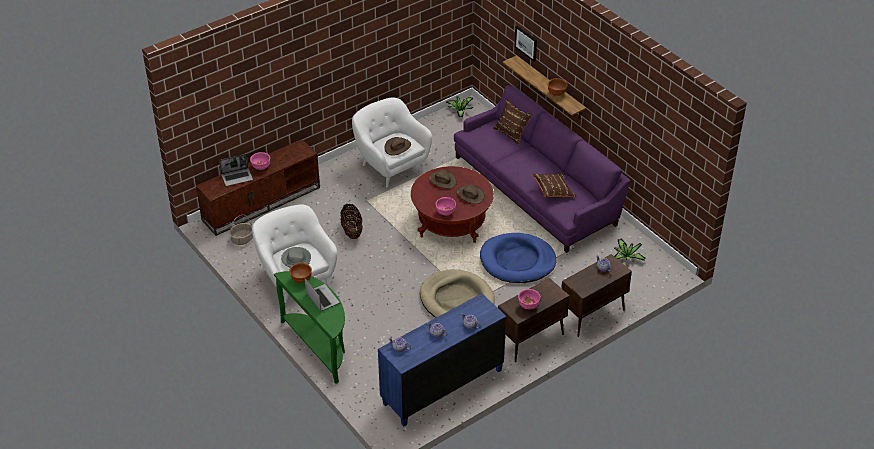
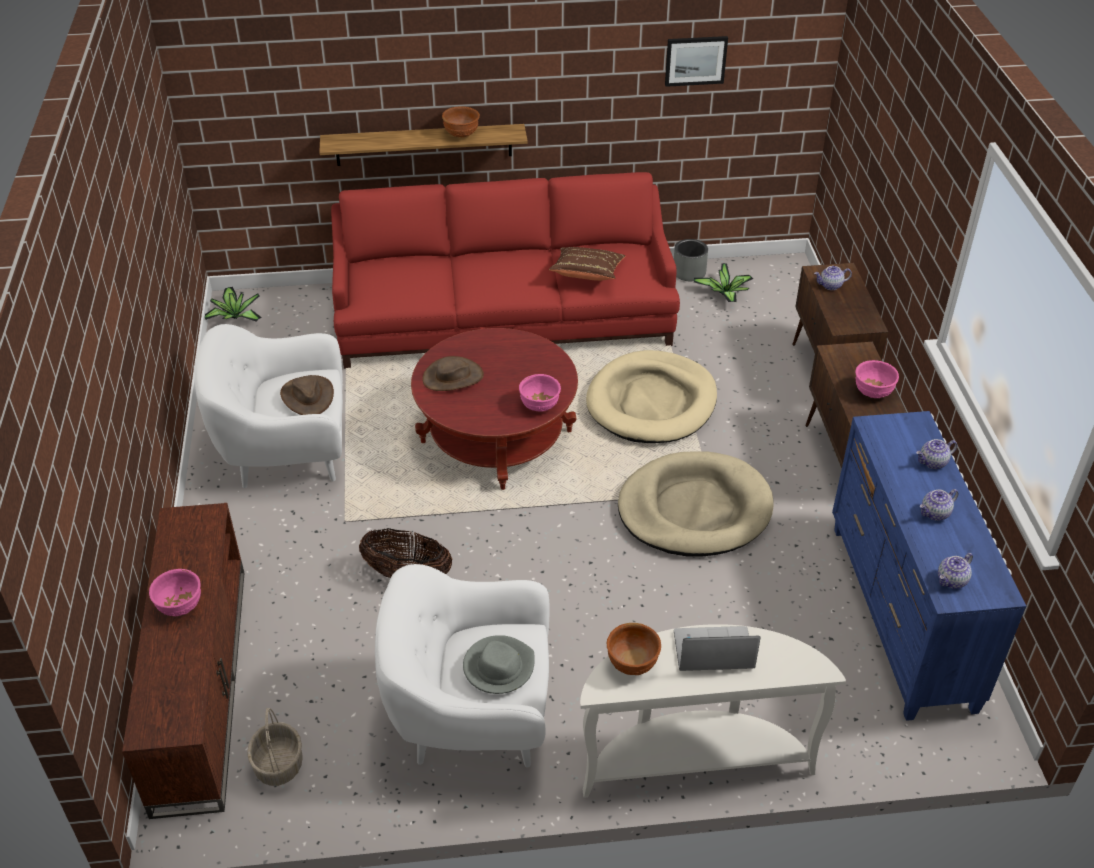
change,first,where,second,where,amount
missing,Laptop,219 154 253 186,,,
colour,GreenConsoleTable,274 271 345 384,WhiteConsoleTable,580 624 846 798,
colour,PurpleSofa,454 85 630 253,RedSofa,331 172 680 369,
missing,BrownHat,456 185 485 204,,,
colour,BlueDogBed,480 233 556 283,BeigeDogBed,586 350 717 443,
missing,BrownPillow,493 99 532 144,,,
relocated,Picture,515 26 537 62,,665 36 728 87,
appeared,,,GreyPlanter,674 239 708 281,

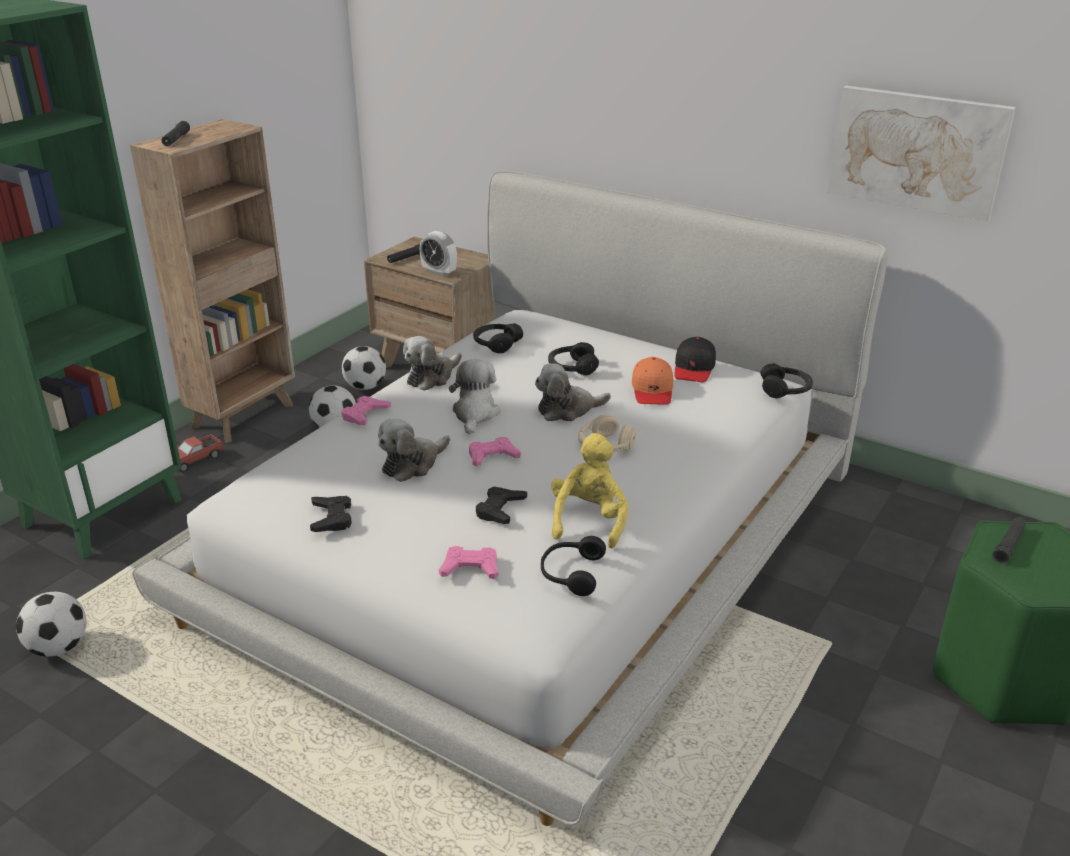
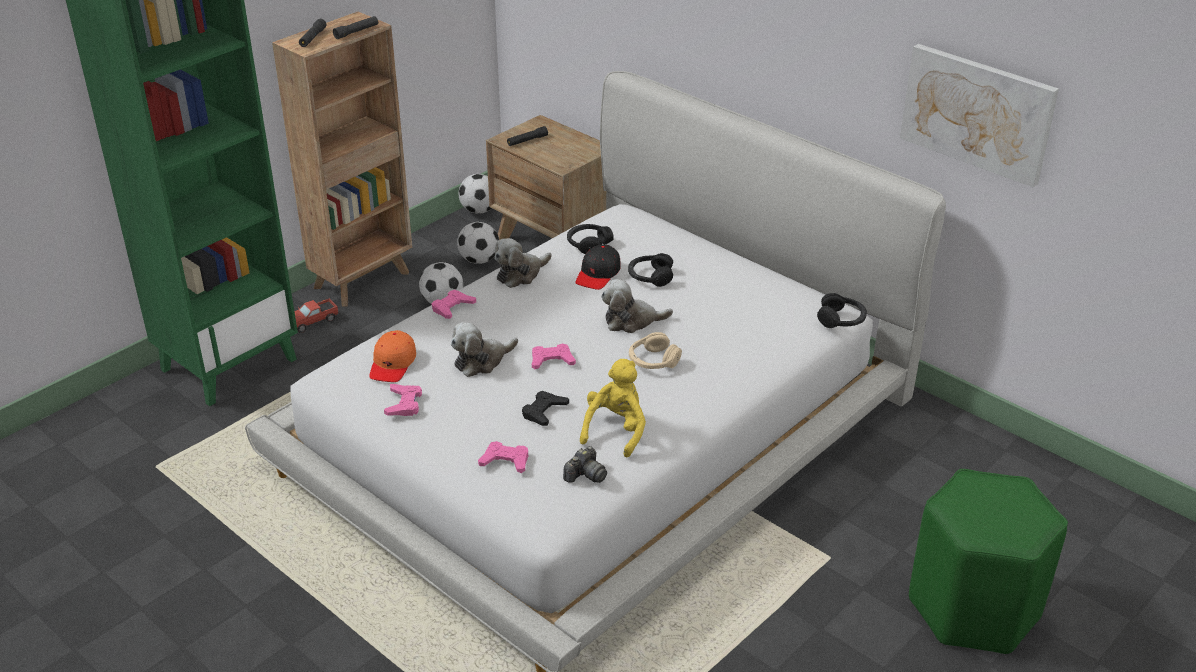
change,first,where,second,where,amount
relocated,Football,16 592 87 657,,459 174 492 214,
colour,BlackGameController,310 496 352 532,PinkGameController,384 384 422 416,
missing,AlarmClock,420 231 457 276,,,
missing,PlushToy,449 359 500 434,,,
exchanged,BlackHeadphones,541 536 606 596,PhotoCamera,563 446 607 483,
relocated,OrangeCap,632 357 673 405,,369 330 416 382,
relocated,BlackCap,675 337 716 382,,575 244 621 290,
relocated,BlackFlashlight,992 517 1026 564,,333 16 378 39,

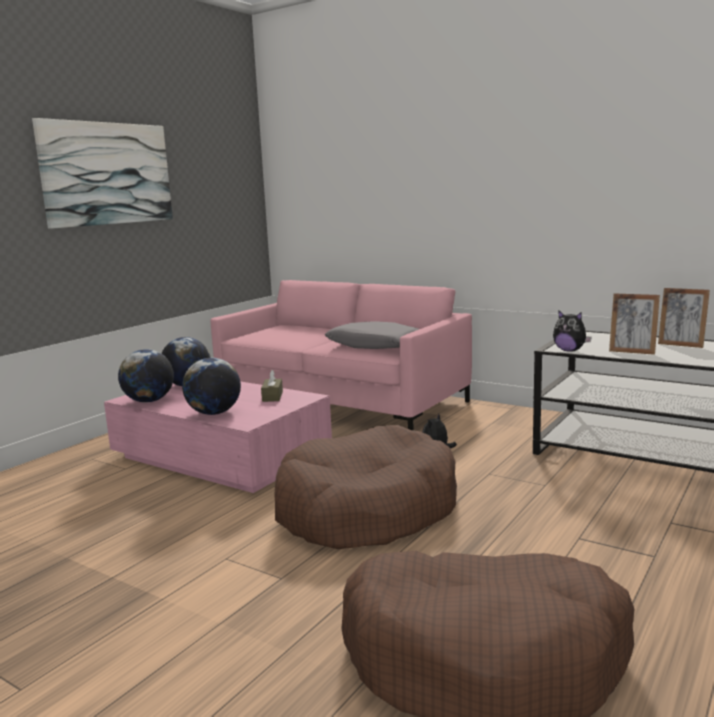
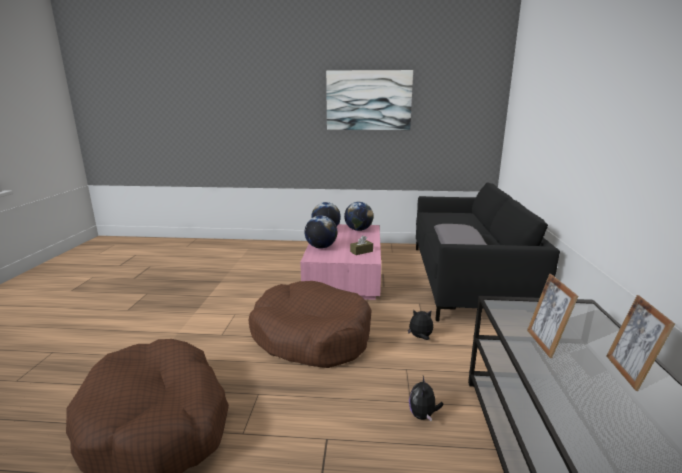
change,first,where,second,where,amount
colour,PinkSofa,210 280 472 430,BlackSofa,416 183 560 321,
relocated,PlushToy,553 310 592 352,,409 376 444 422,

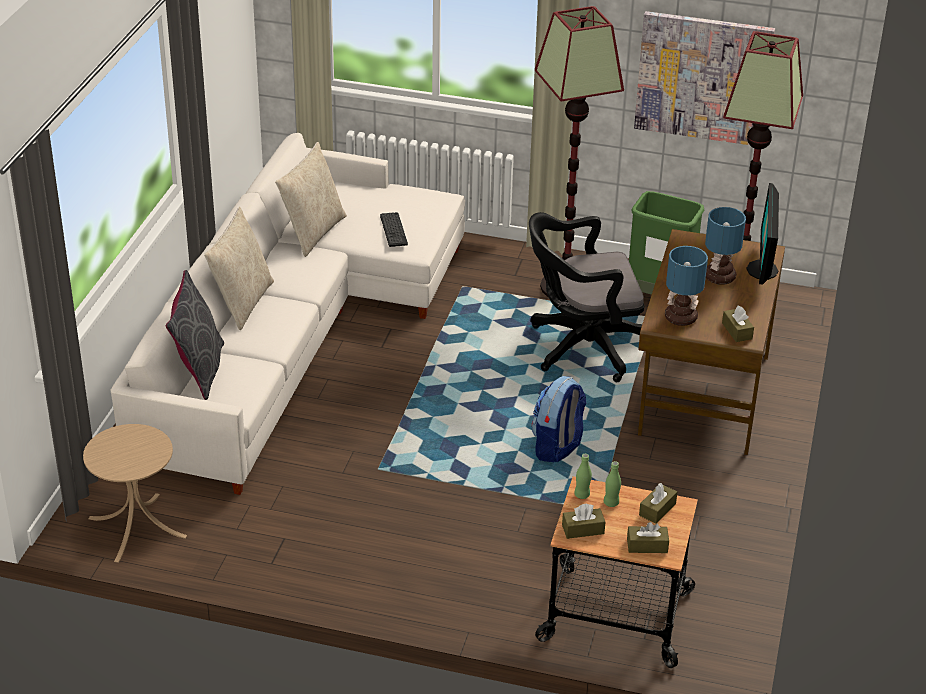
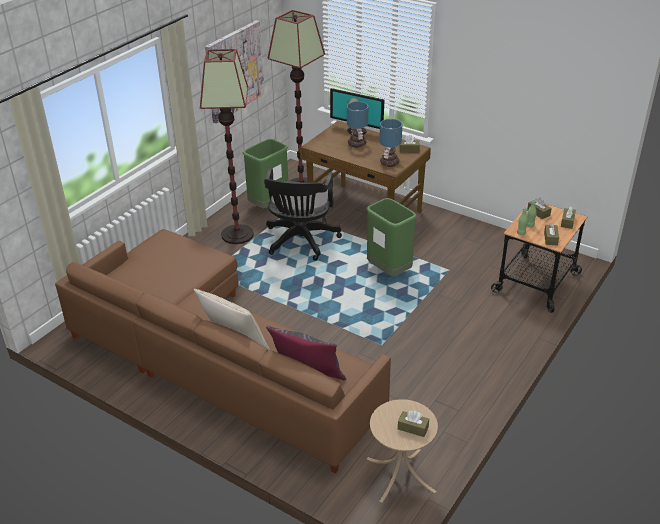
change,first,where,second,where,amount
colour,WhiteSofa,110 133 465 495,BrownSofa,55 229 391 474,
missing,BeigePillow,275 142 347 257,,,
missing,Keyboard,380 212 408 247,,,
exchanged,Backpack,532 376 587 462,GreenTrashCan,367 198 417 276,
appeared,,,BrownTissueBox,398 410 429 437,

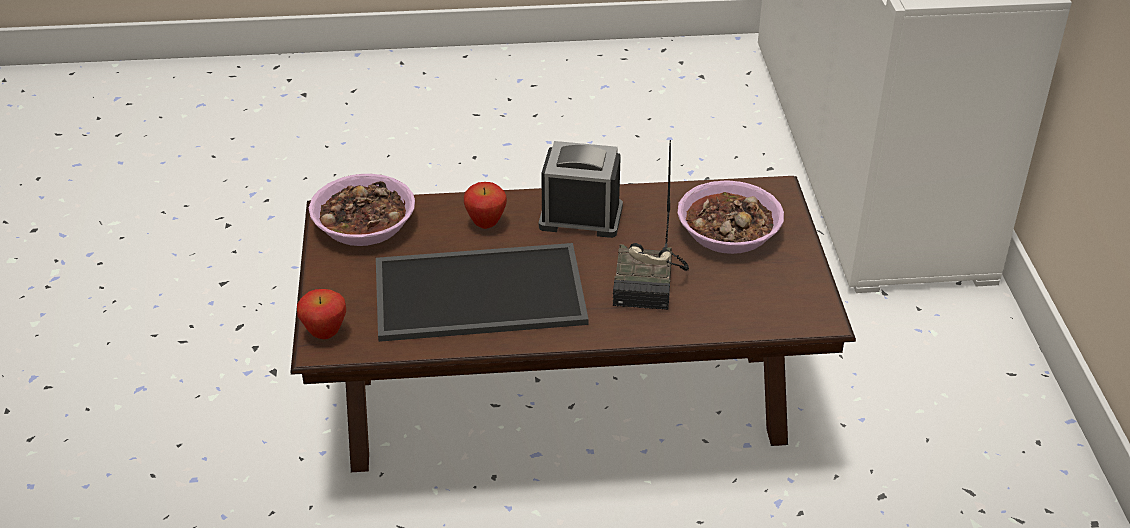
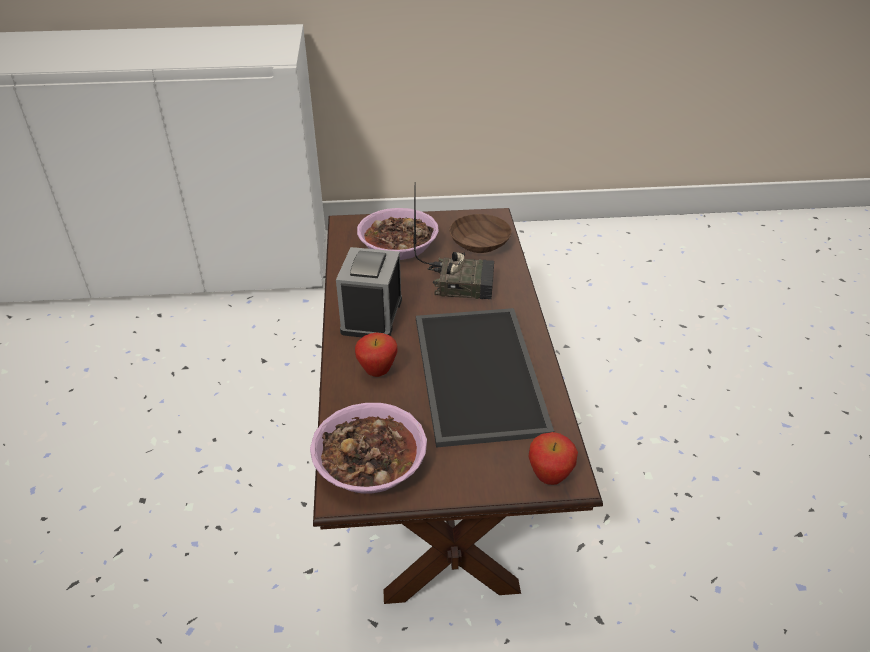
change,first,where,second,where,amount
appeared,,,BrownBowl,449 214 512 253,

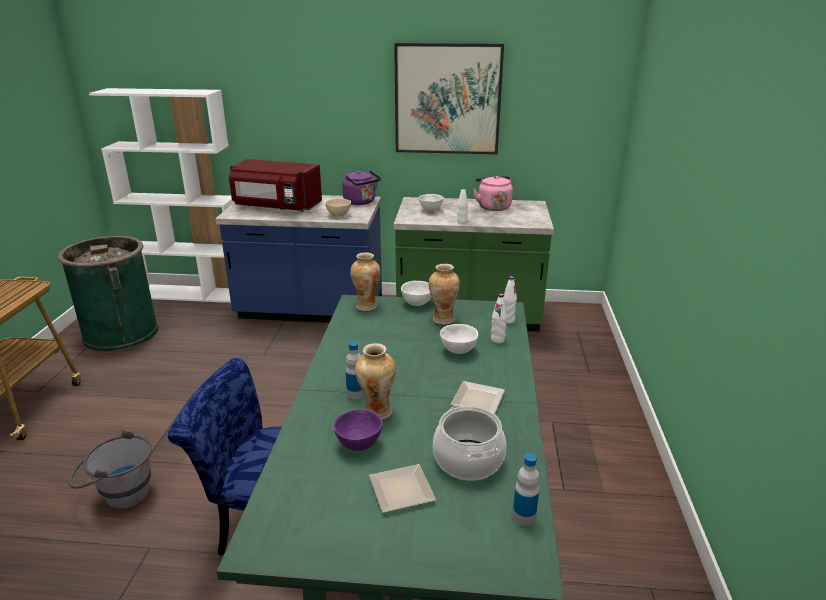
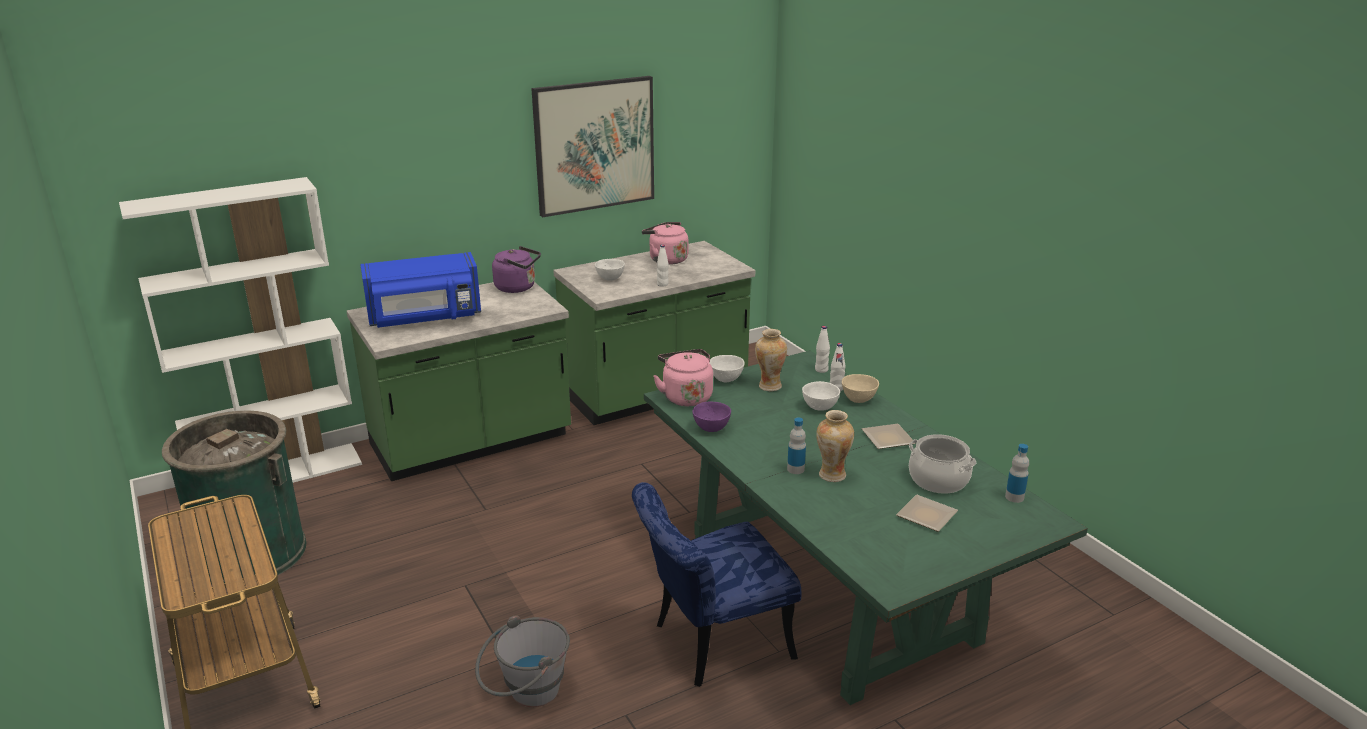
change,first,where,second,where,amount
colour,BlueCounter,215 195 382 323,GreenCounter,347 282 571 481,
colour,RedMicrowave,229 159 322 212,BlueMicrowave,360 252 481 328,
relocated,BeigeBowl,325 198 351 217,,842 374 879 403,
relocated,PurpleBowl,334 409 382 451,,692 401 731 432,
exchanged,Vase,350 252 380 311,PinkKettle,653 349 713 406,

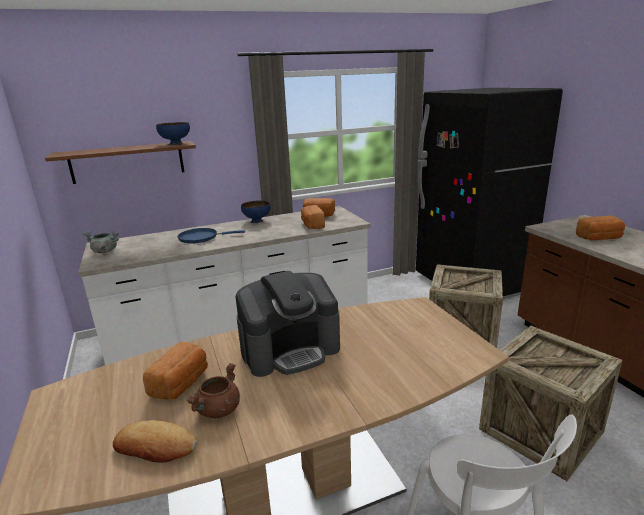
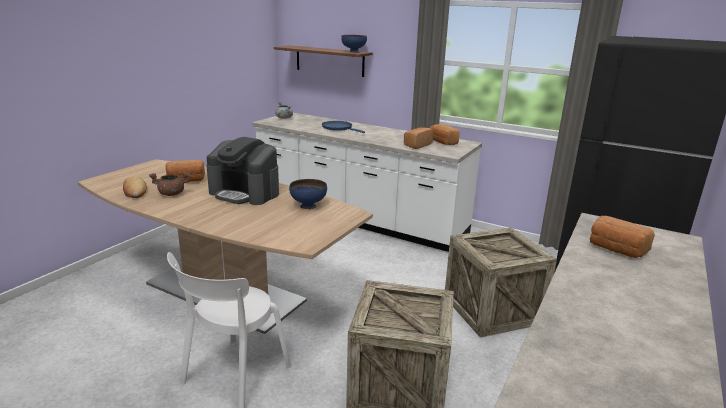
change,first,where,second,where,amount
relocated,BlueBowl,241 200 271 223,,289 179 327 209,

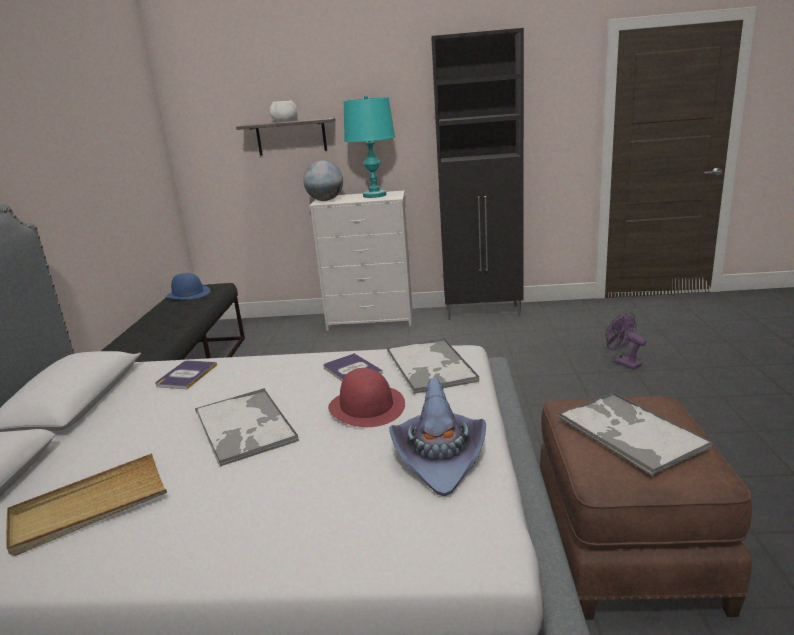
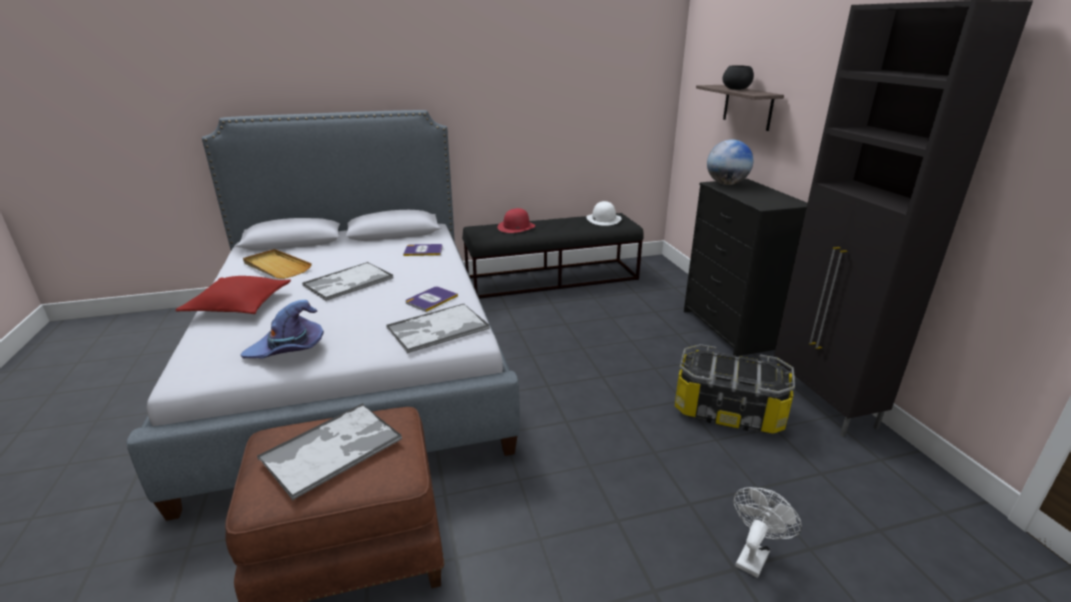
change,first,where,second,where,amount
colour,BlueHat,166 273 211 299,WhiteHat,586 201 622 226,
colour,WhiteBowl,269 101 297 122,BlackBowl,722 65 754 90,
colour,WhiteDresser,309 190 412 331,BlackDresser,684 179 807 356,
relocated,RedHat,328 368 405 427,,498 208 535 233,
missing,TurquoiseTableLamp,344 95 395 198,,,
colour,PurpleFan,606 312 646 370,WhiteFan,733 487 802 578,
appeared,,,RedPillow,176 276 291 314,
appeared,,,StorageBox,675 344 795 434,

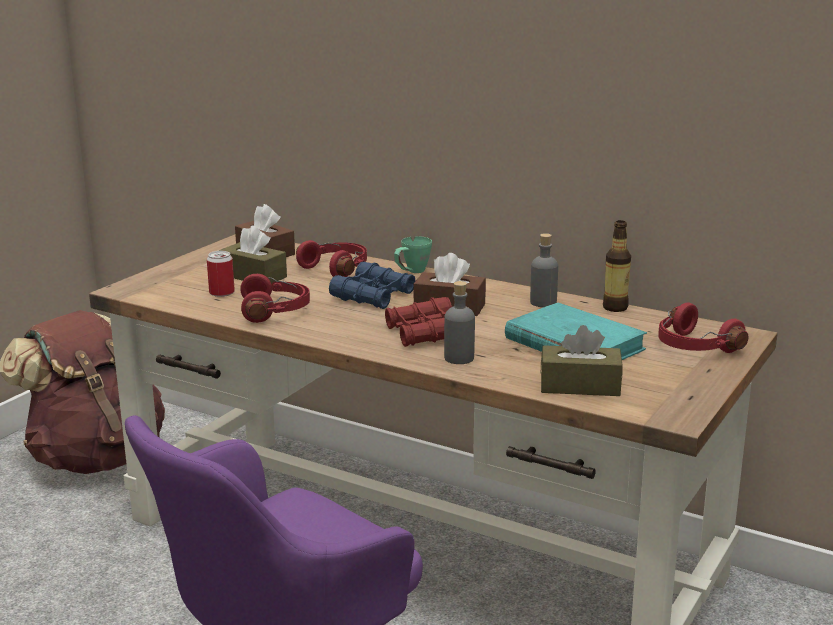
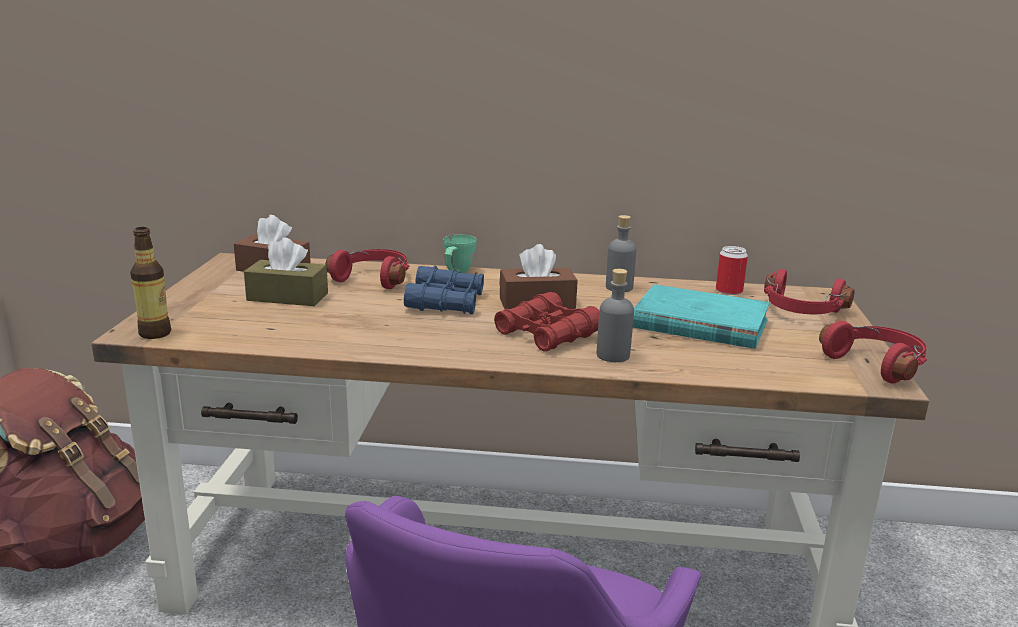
change,first,where,second,where,amount
relocated,Can,207 251 235 297,,716 246 748 295,
relocated,RedHeadphones,240 274 310 323,,819 321 927 384,
missing,BrownTissueBox,541 325 623 396,,,
relocated,Bottle,603 220 631 312,,130 227 171 339,

